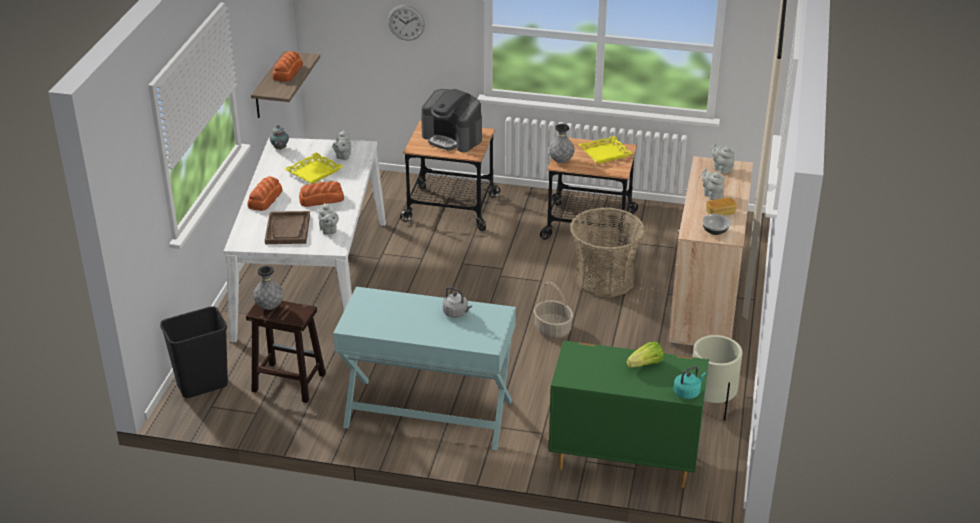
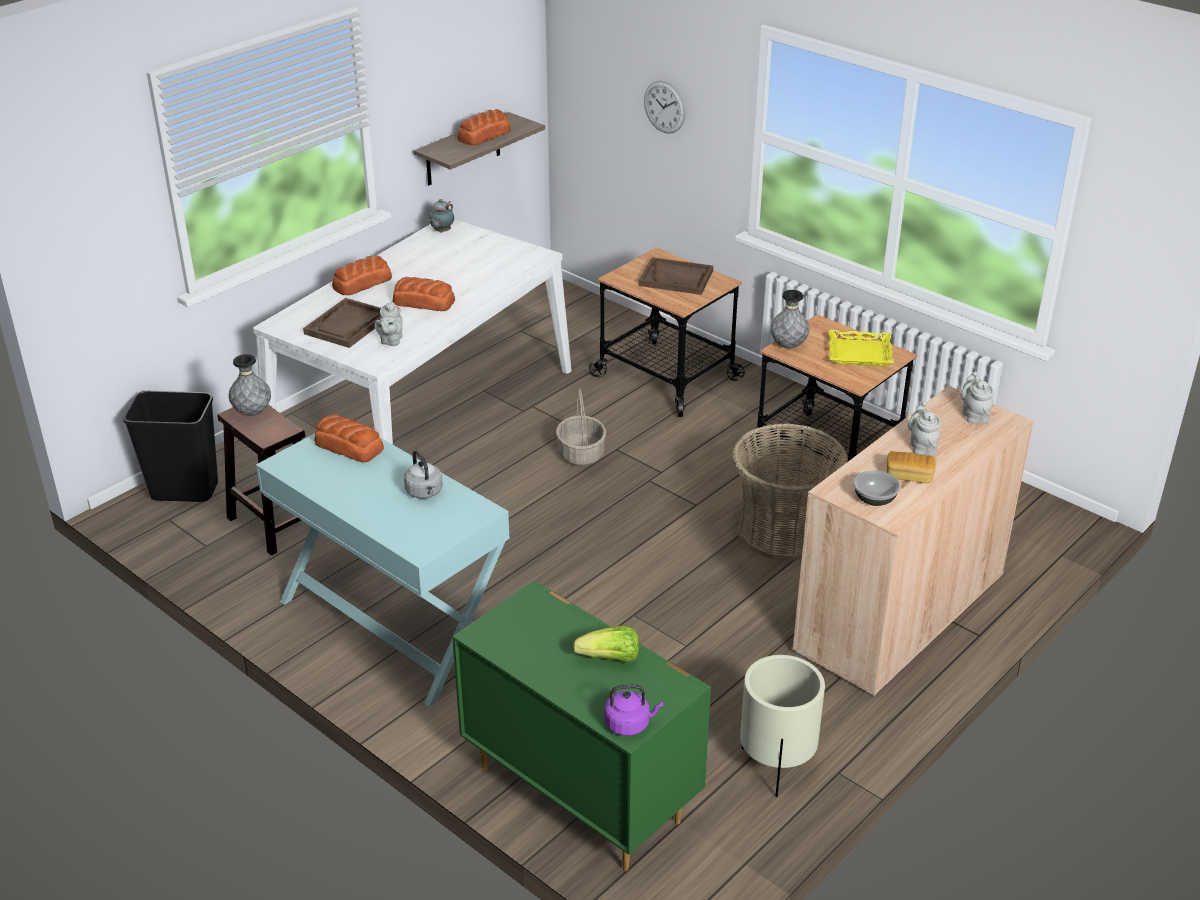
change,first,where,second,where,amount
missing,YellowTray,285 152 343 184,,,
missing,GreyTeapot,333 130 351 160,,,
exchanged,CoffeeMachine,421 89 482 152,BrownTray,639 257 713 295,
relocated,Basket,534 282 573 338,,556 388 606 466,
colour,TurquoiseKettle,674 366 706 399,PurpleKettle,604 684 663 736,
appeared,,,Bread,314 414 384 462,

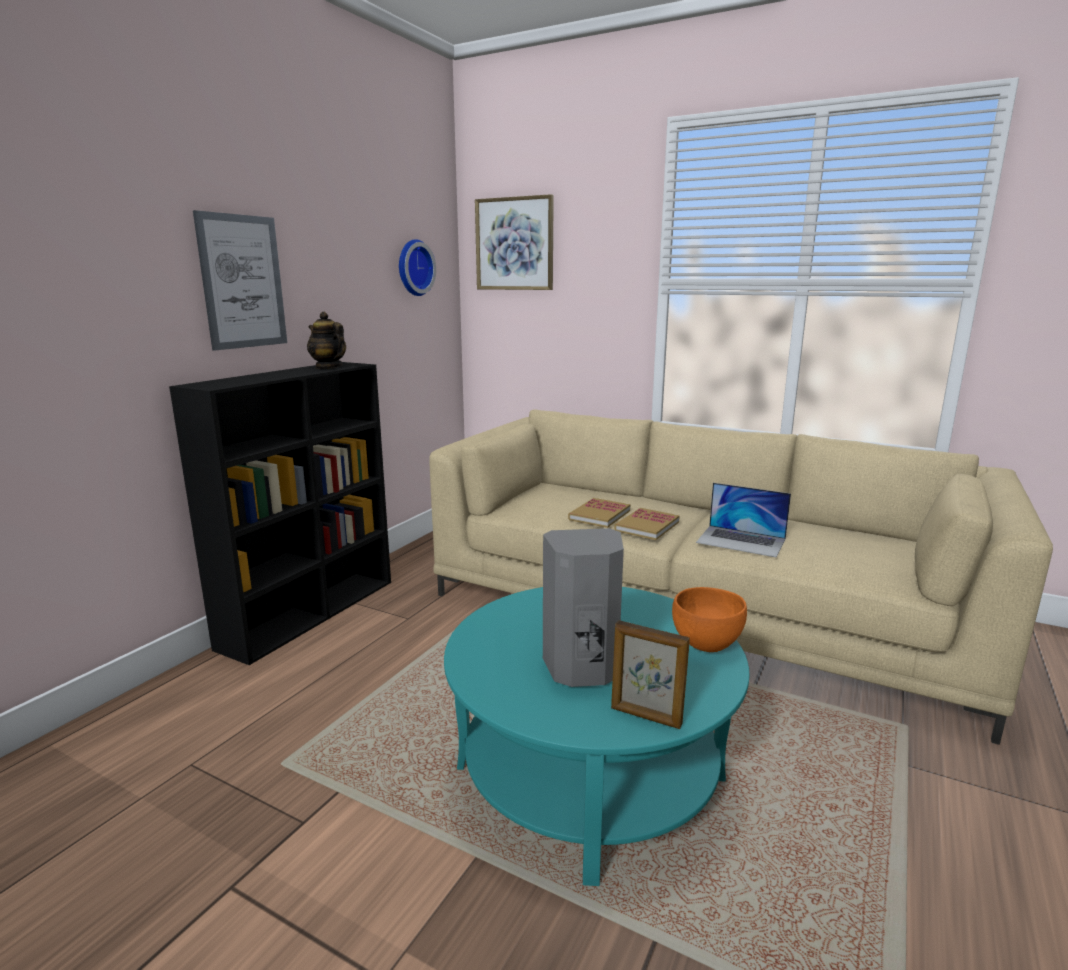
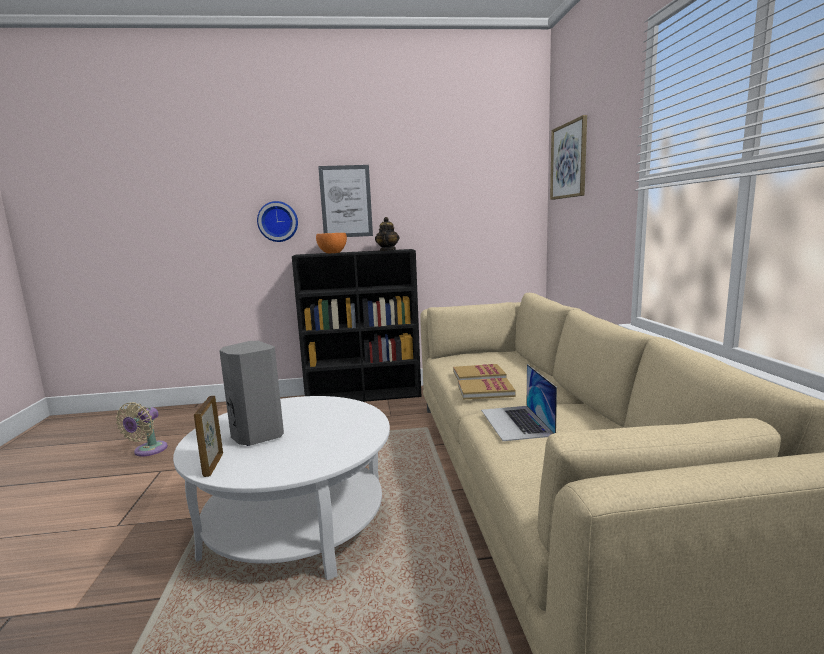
change,first,where,second,where,amount
relocated,WallClock,399 239 436 296,,257 201 298 242,
colour,TurquoiseCoffeeTable,444 587 750 886,WhiteCoffeeTable,173 396 390 580,
relocated,OrangeBowl,672 587 747 652,,316 233 347 253,
appeared,,,BeigeFan,116 402 168 457,

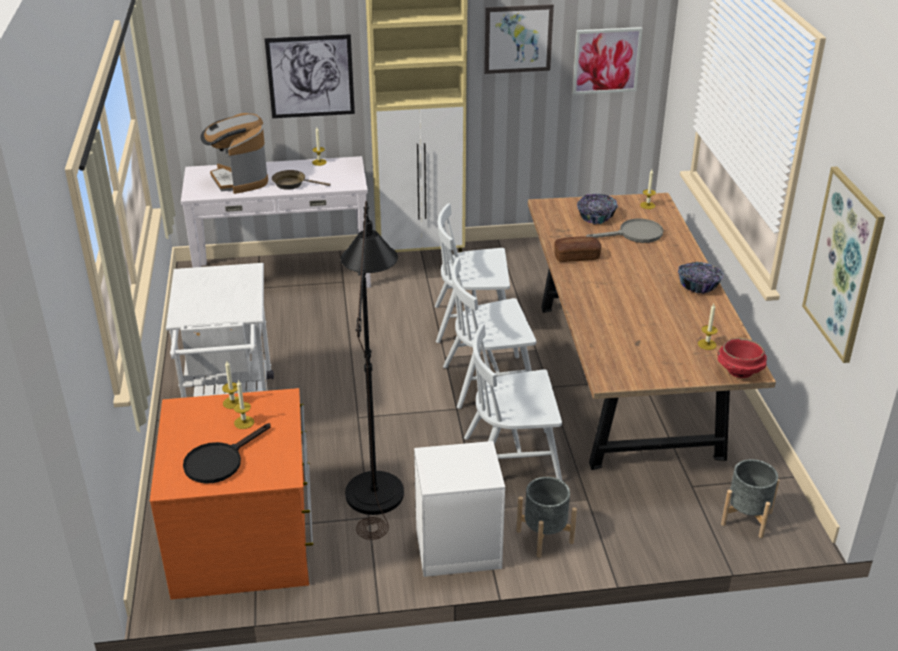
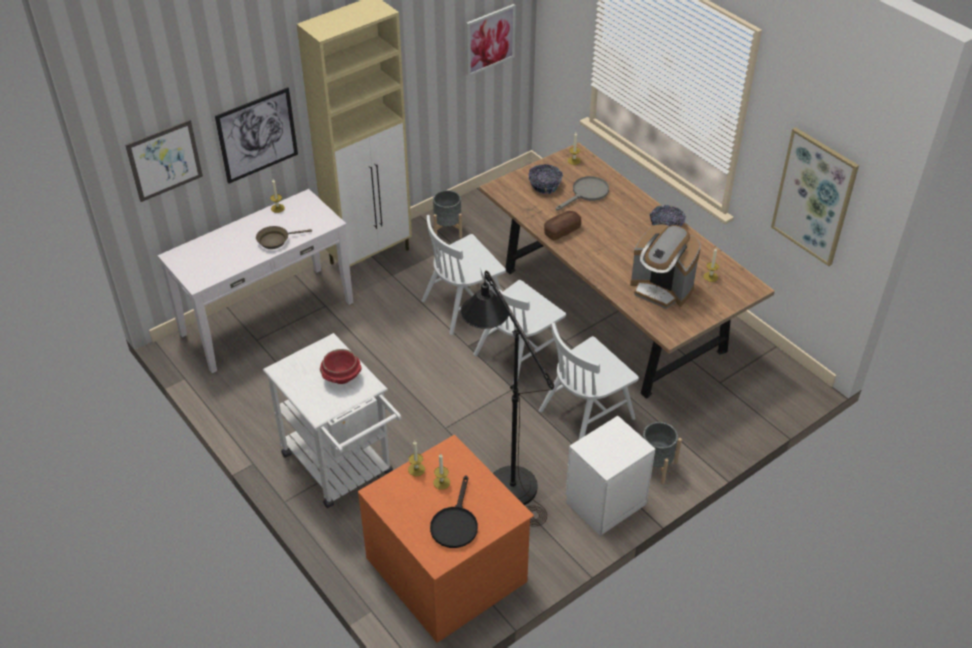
change,first,where,second,where,amount
relocated,CoffeeMachine,200 113 268 194,,630 225 701 309,
relocated,Picture,484 4 554 74,,125 120 203 202,
relocated,RedBowl,717 338 767 378,,320 349 362 384,
relocated,GreyPlanter,721 459 780 538,,433 190 462 238,

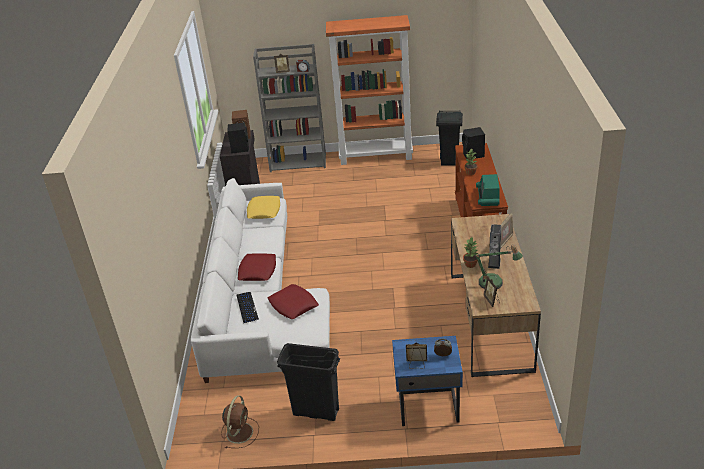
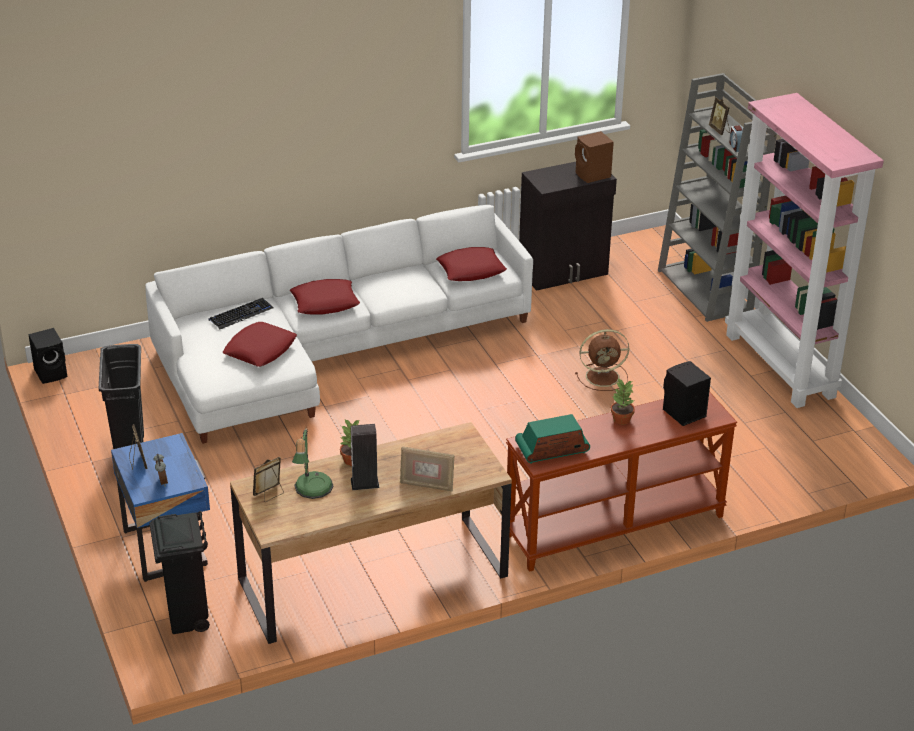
change,first,where,second,where,amount
relocated,BrownFan,221 395 259 448,,575 329 629 391,
relocated,BlackSpeaker,228 122 249 153,,28 328 67 384,
colour,YellowPillow,247 196 280 219,RedPillow,436 247 507 281,
colour,OrangeBookcase,326 15 413 165,PinkBookcase,725 93 884 408,
relocated,BlackTrashCan,436 110 463 165,,149 511 210 634,

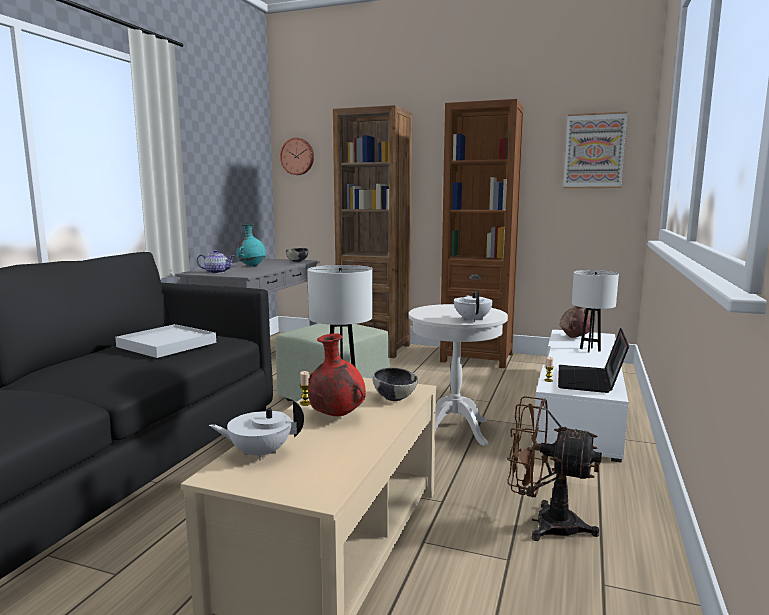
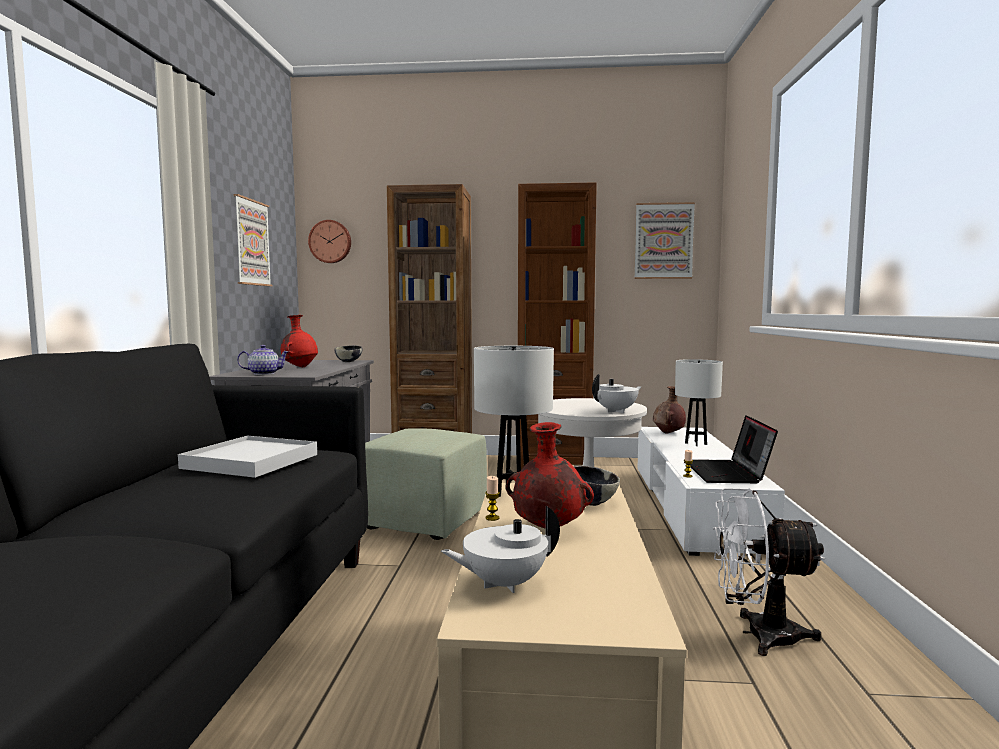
change,first,where,second,where,amount
colour,TurquoiseVase,237 224 266 267,RedVase,281 315 318 367,
spun,WhiteTeapot,454 290 493 322,,592 374 642 413,75 degrees clockwise
colour,BrownFan,507 396 602 541,WhiteFan,713 488 826 656,
appeared,,,Picture,234 194 272 286,

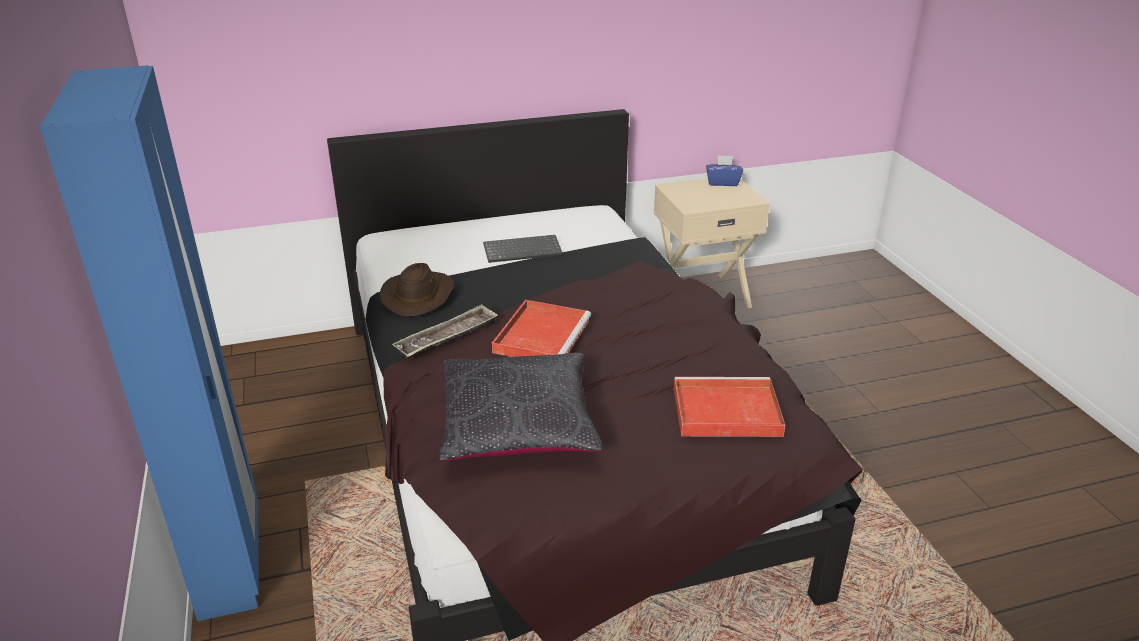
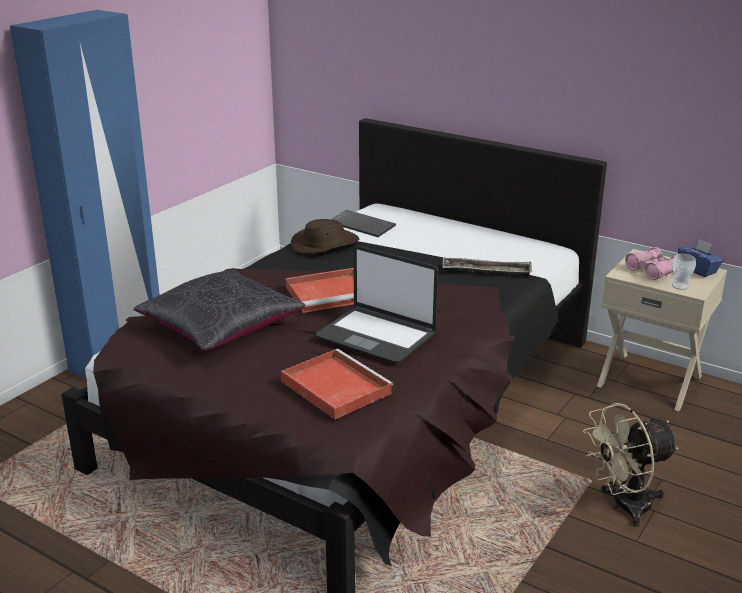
change,first,where,second,where,amount
relocated,Tray,392 304 498 358,,442 258 532 277,
relocated,Keyboard,483 235 563 263,,331 210 396 237,
appeared,,,Laptop,315 246 438 364,
appeared,,,BeigeFan,583 403 679 527,
appeared,,,PinkBinoculars,625 247 675 280,
appeared,,,Cup,672 254 696 290,

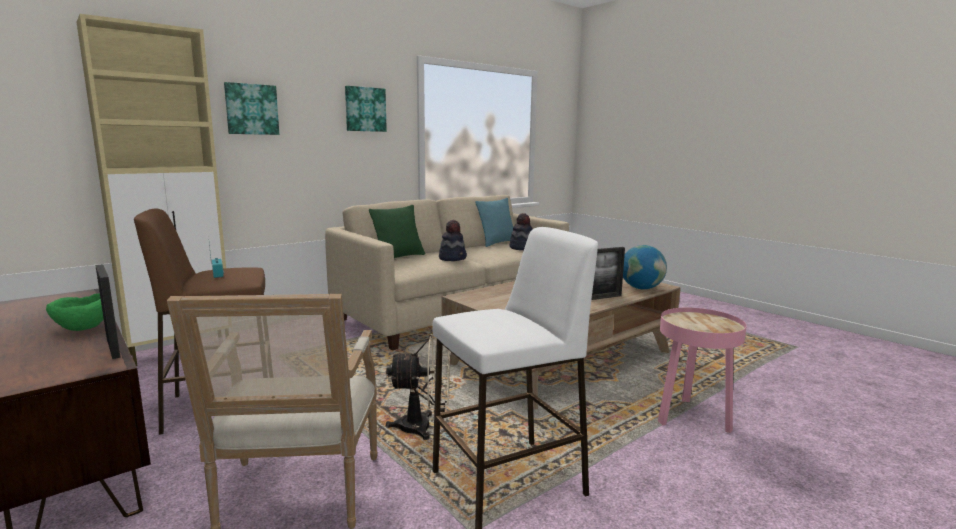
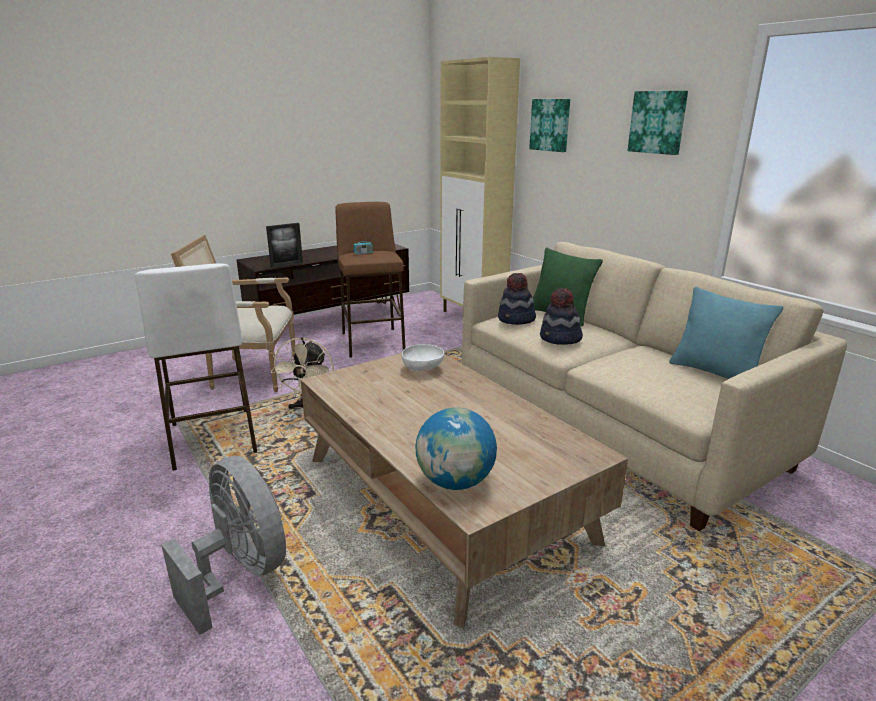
change,first,where,second,where,amount
missing,GreenBowl,46 293 104 331,,,
relocated,Hat,510 213 532 250,,498 273 536 325,
missing,PictureFrame,591 247 625 300,,,
exchanged,PinkSideTable,658 308 747 433,GreyFan,161 456 286 635,
appeared,,,WhiteBowl,402 344 444 371,

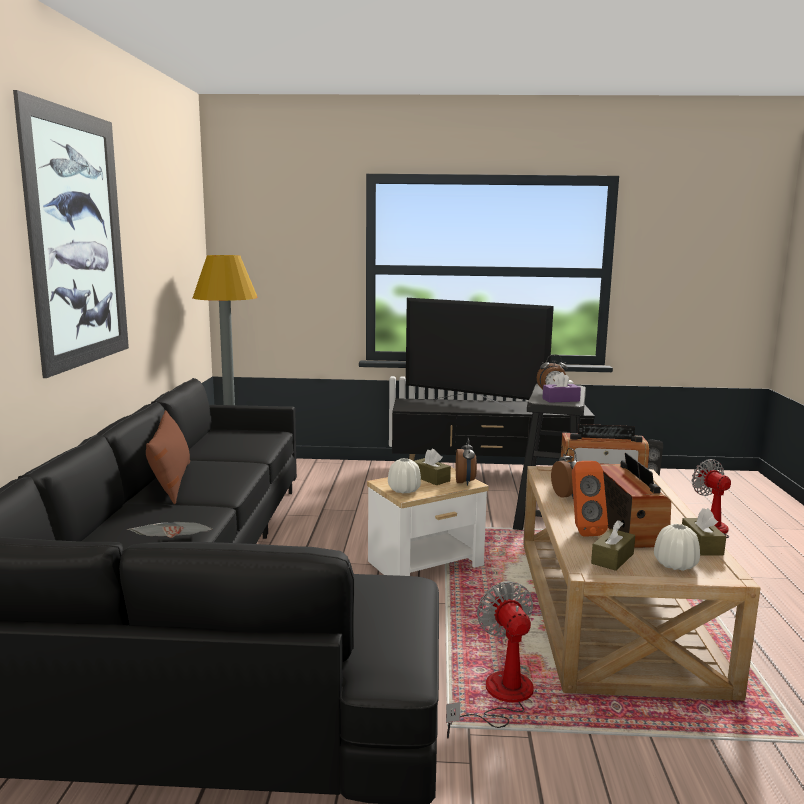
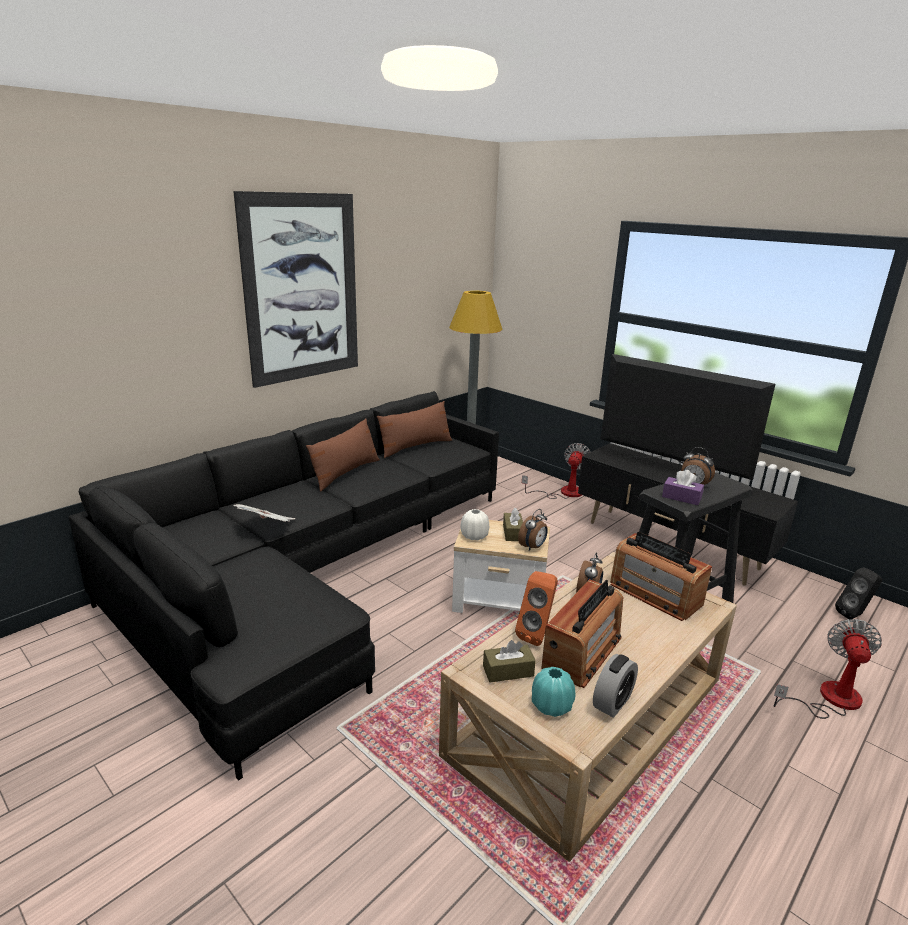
change,first,where,second,where,amount
spun,Television,406 298 554 410,,601 354 775 480,150 degrees clockwise
relocated,Fan,446 581 534 739,,522 443 590 499,
colour,WhiteVase,654 524 700 571,TurquoiseVase,532 667 575 717,
exchanged,BrownTissueBox,682 508 726 556,AlarmClock,593 654 638 717,
appeared,,,BrownPillow,377 401 452 458,

